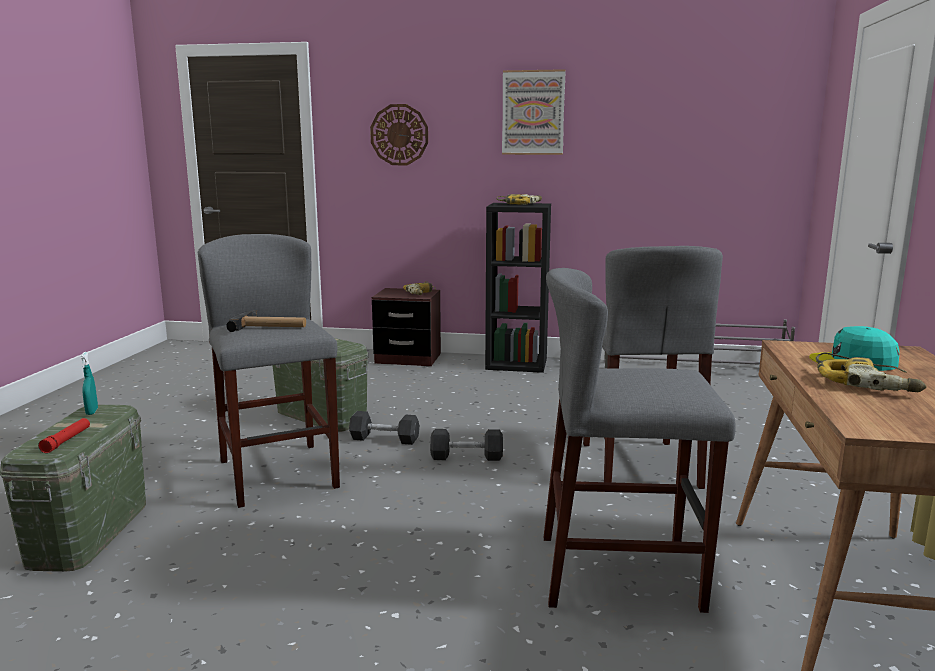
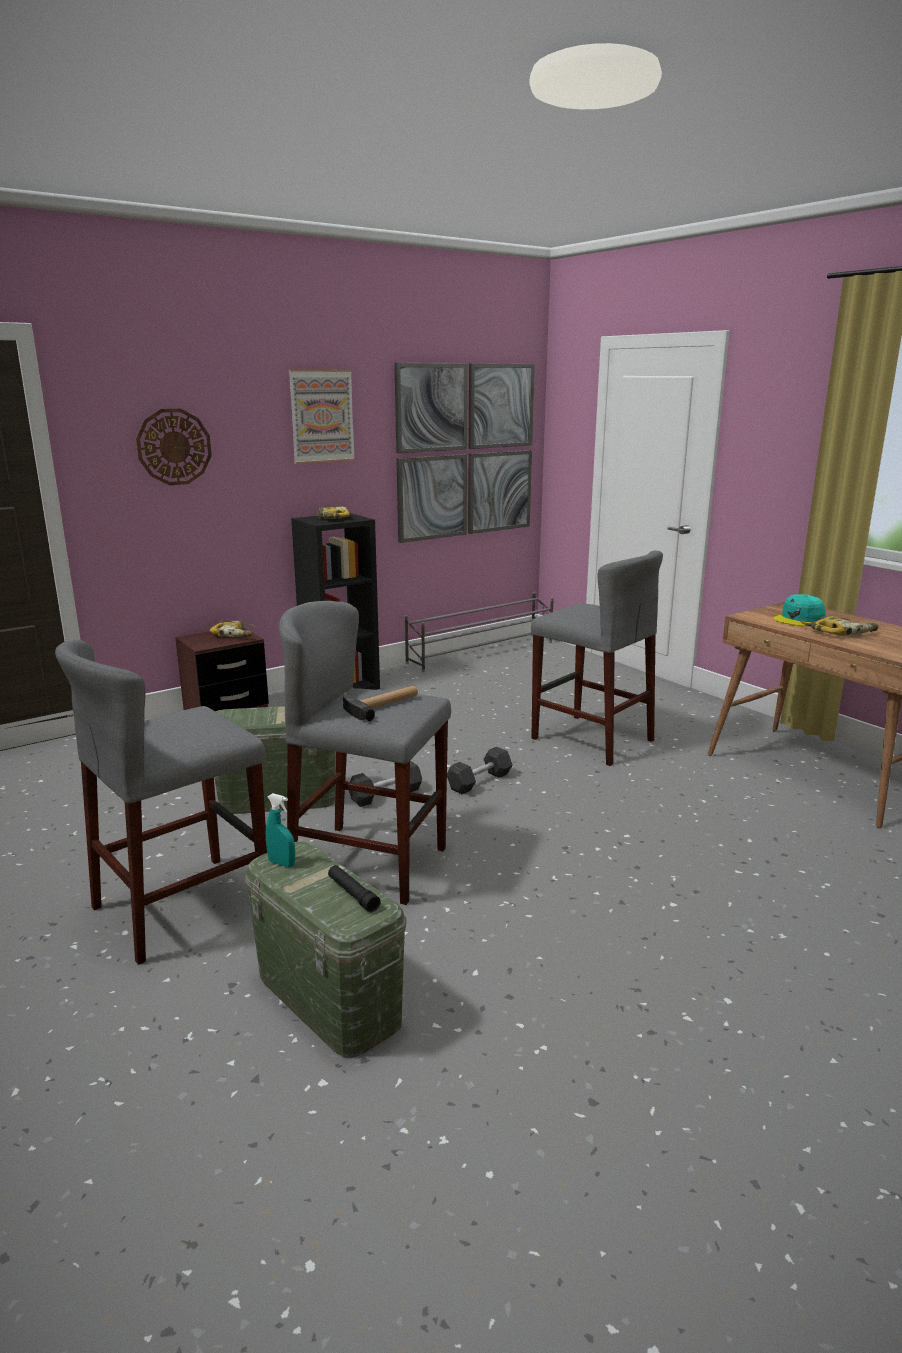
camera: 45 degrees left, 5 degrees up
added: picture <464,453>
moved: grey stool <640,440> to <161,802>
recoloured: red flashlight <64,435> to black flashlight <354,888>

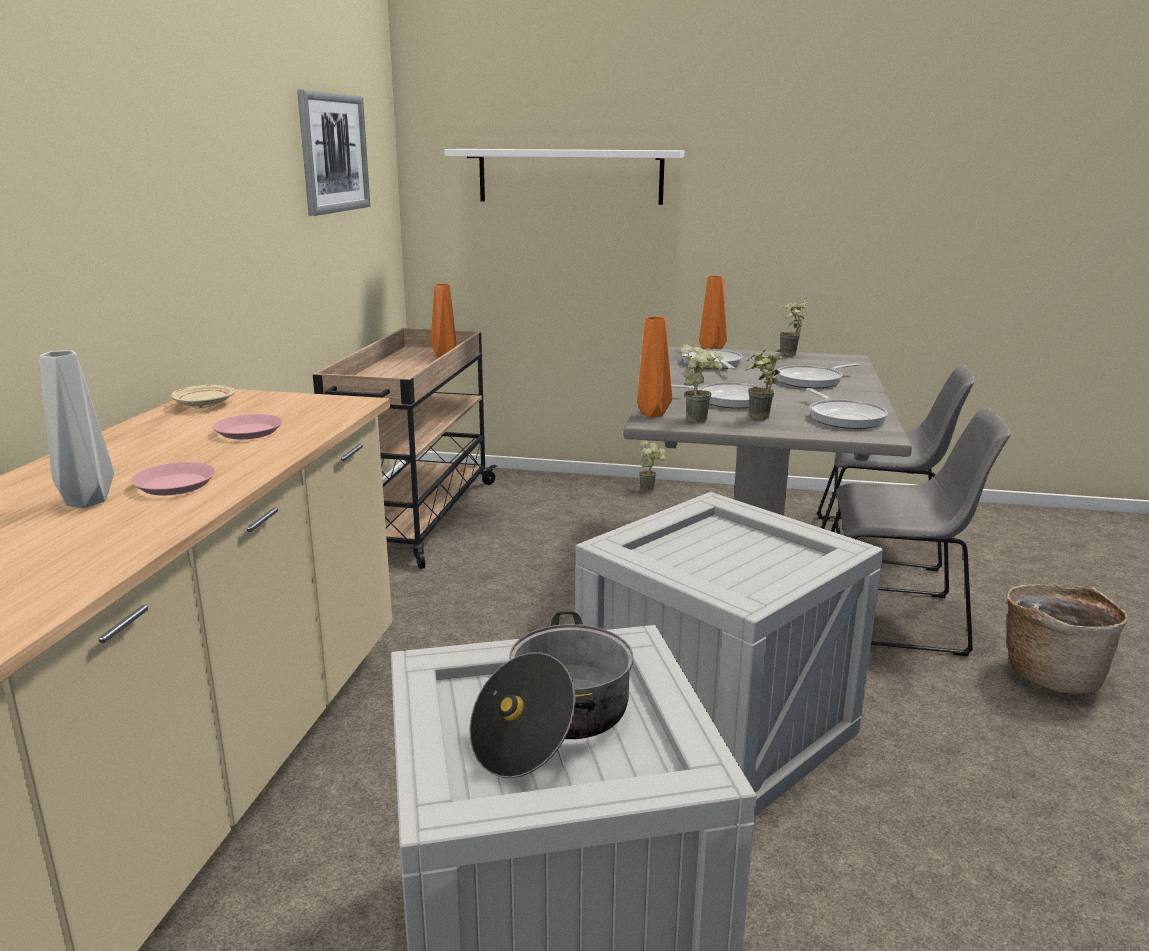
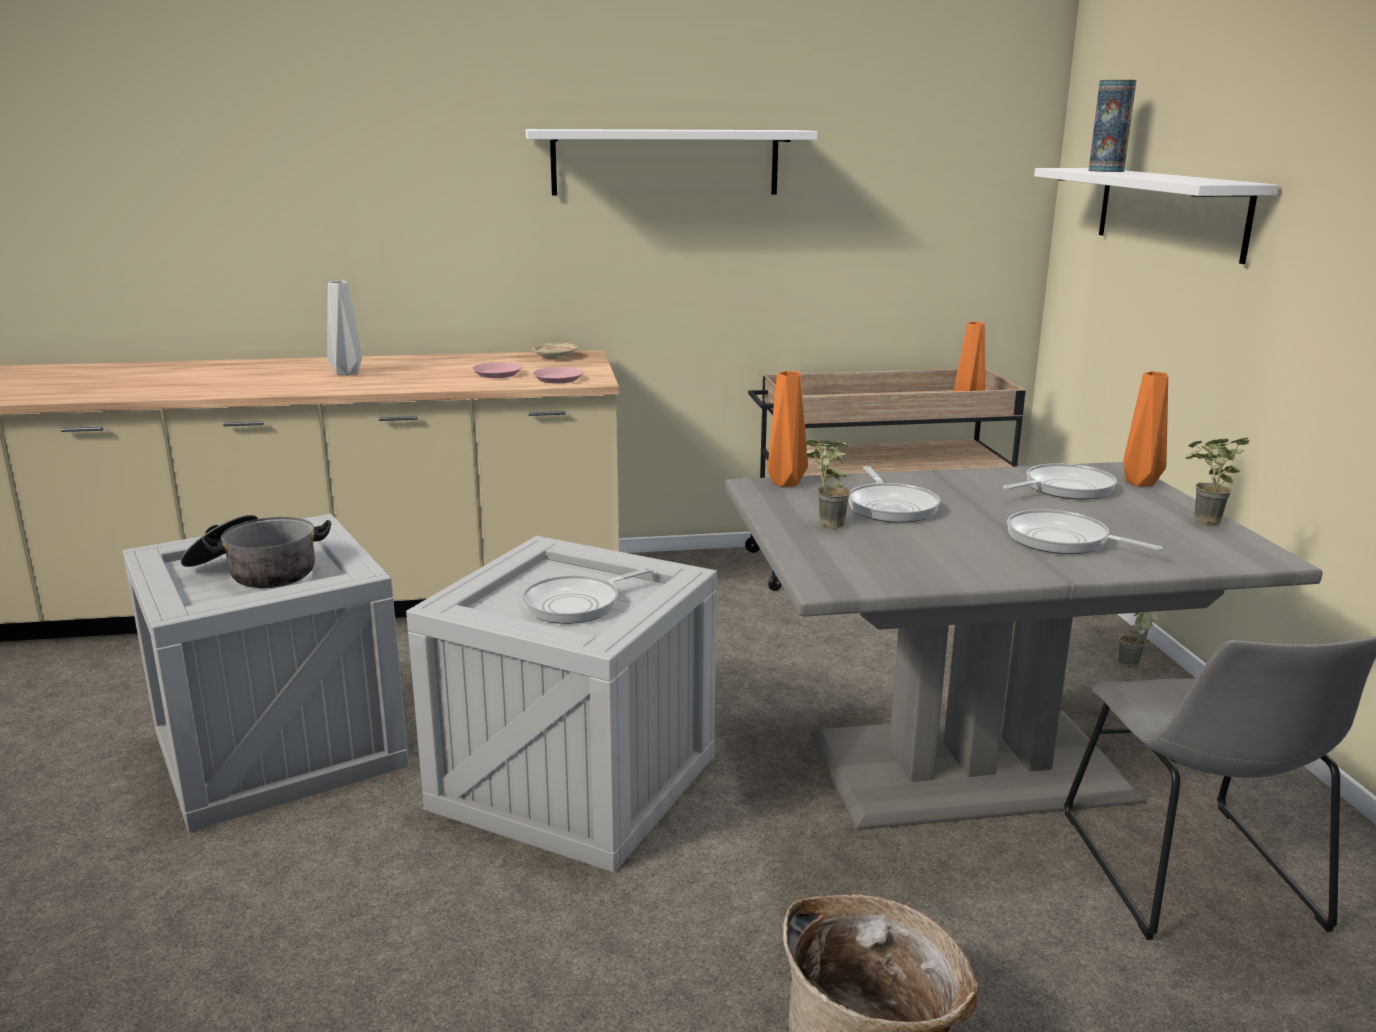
camera: 70 degrees right, 0 degrees up
removed: picture <333,153>; potted plant <701,383>; grey chair <921,531>
added: white shelf <672,162>; vase <1112,126>
moved: pink plate <173,478> to <558,375>; frying pan <847,408> to <587,596>

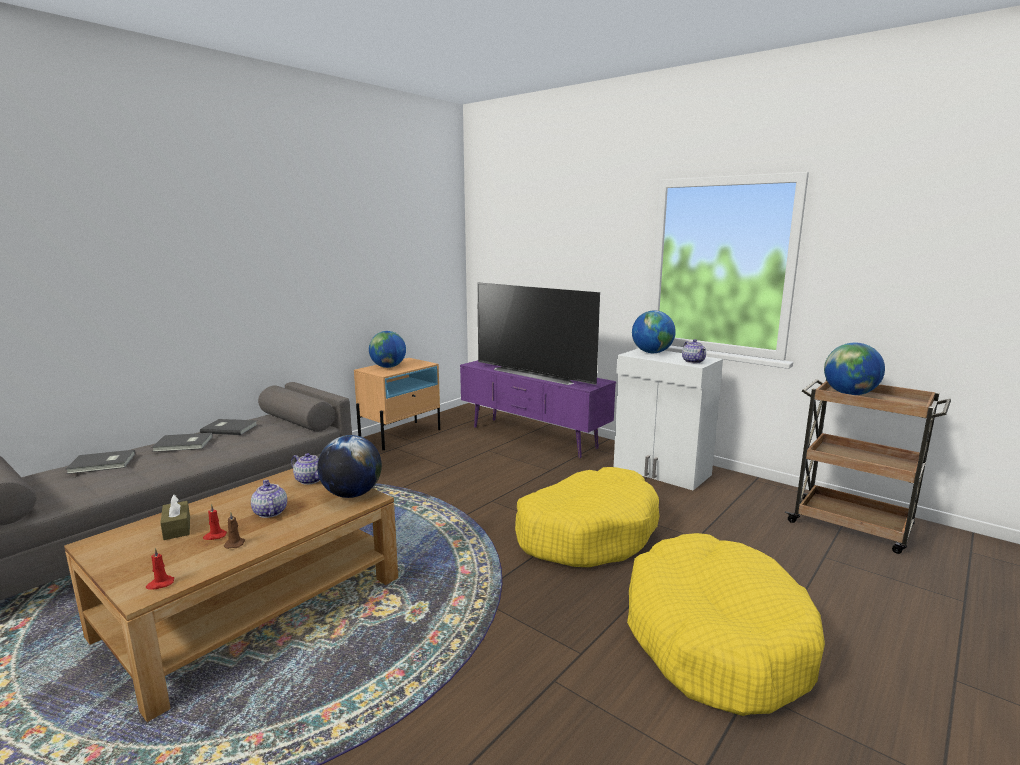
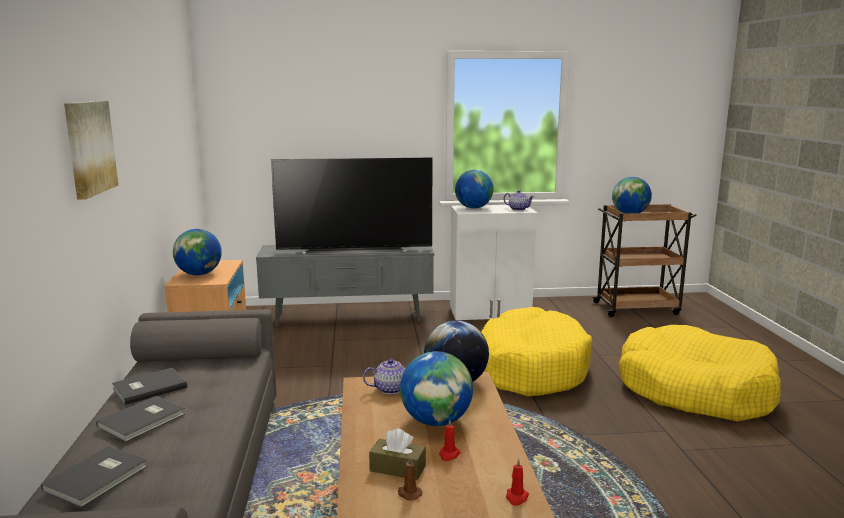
camera: 45 degrees left, 0 degrees up
added: picture <91,150>
moved: brown candle <234,530> to <410,477>
replaced: teapot <269,499> to globe <436,388>
recoloured: purple tv stand <538,409> to grey tv stand <345,285>

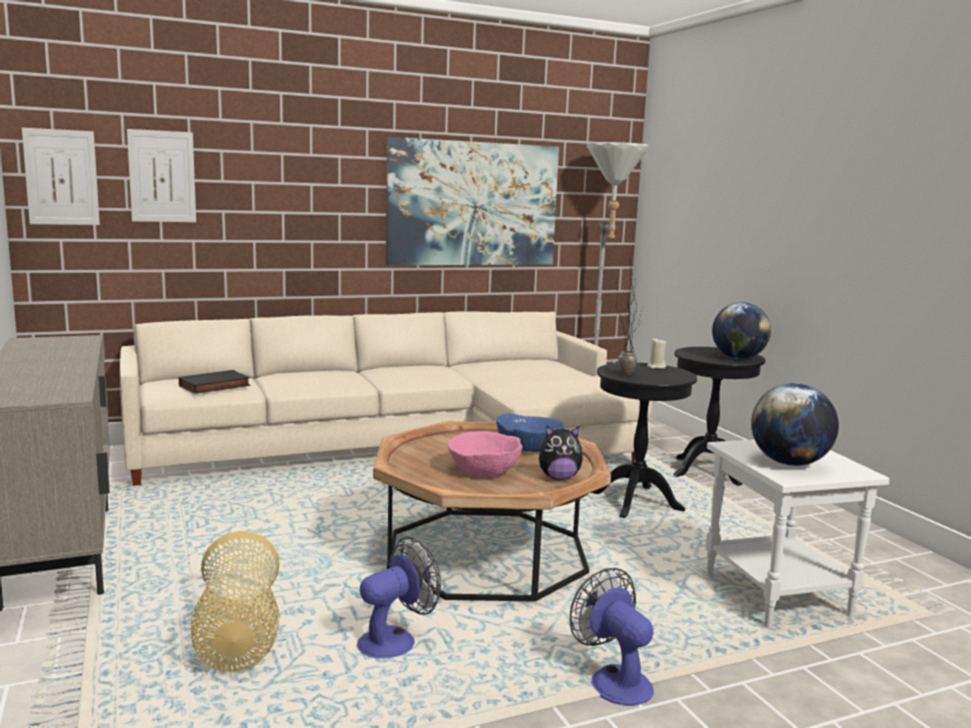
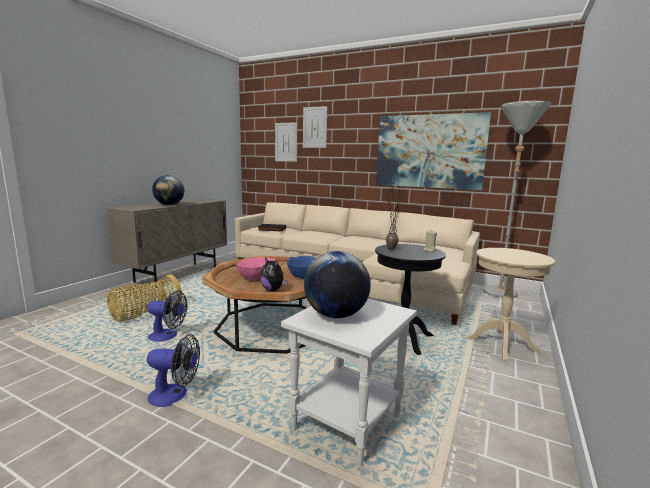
camera: 50 degrees right, 0 degrees up
moved: picture <61,176> to <315,127>; globe <741,330> to <168,190>
recoloured: black side table <719,416> to beige side table <510,304>
turned: fan <612,637> = <173,370> 75 degrees clockwise

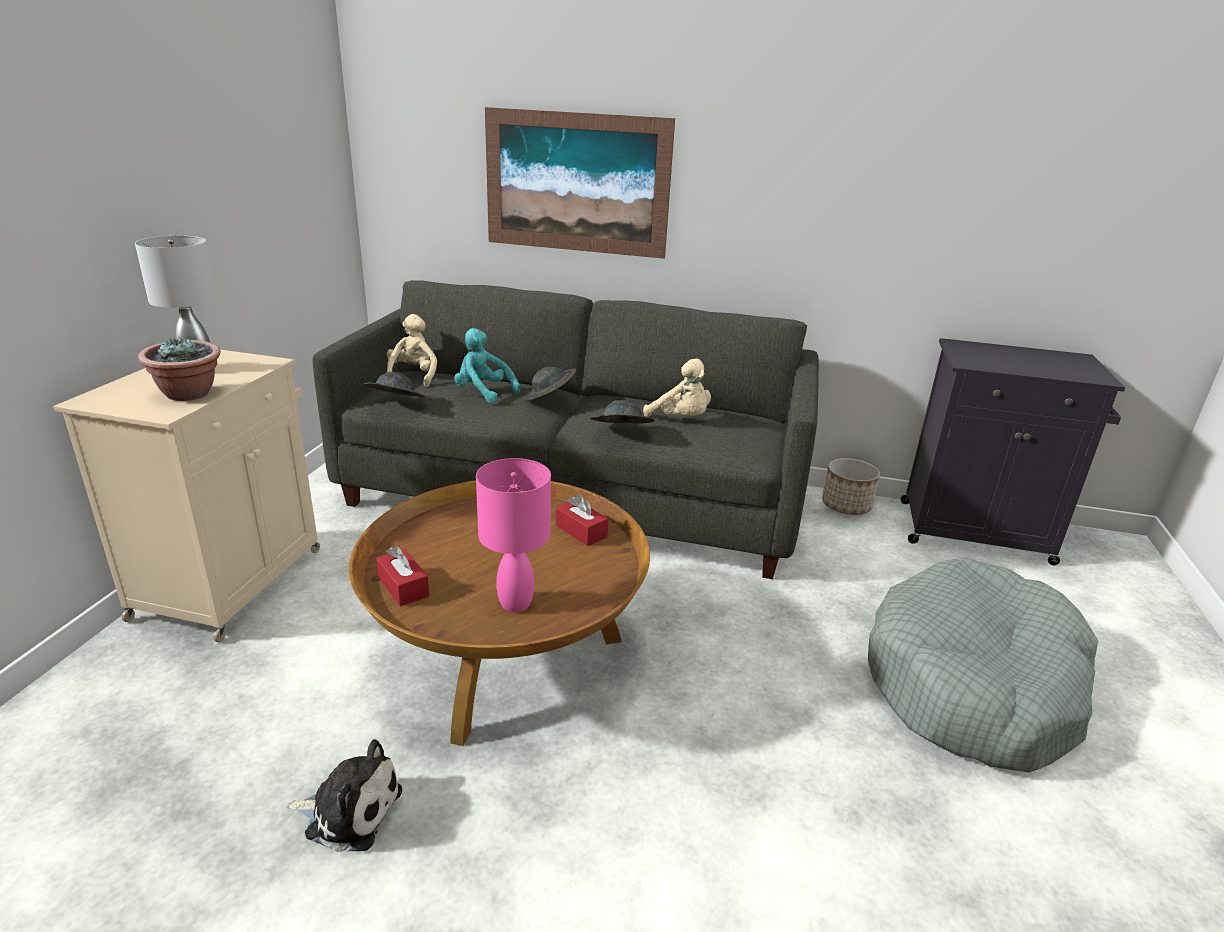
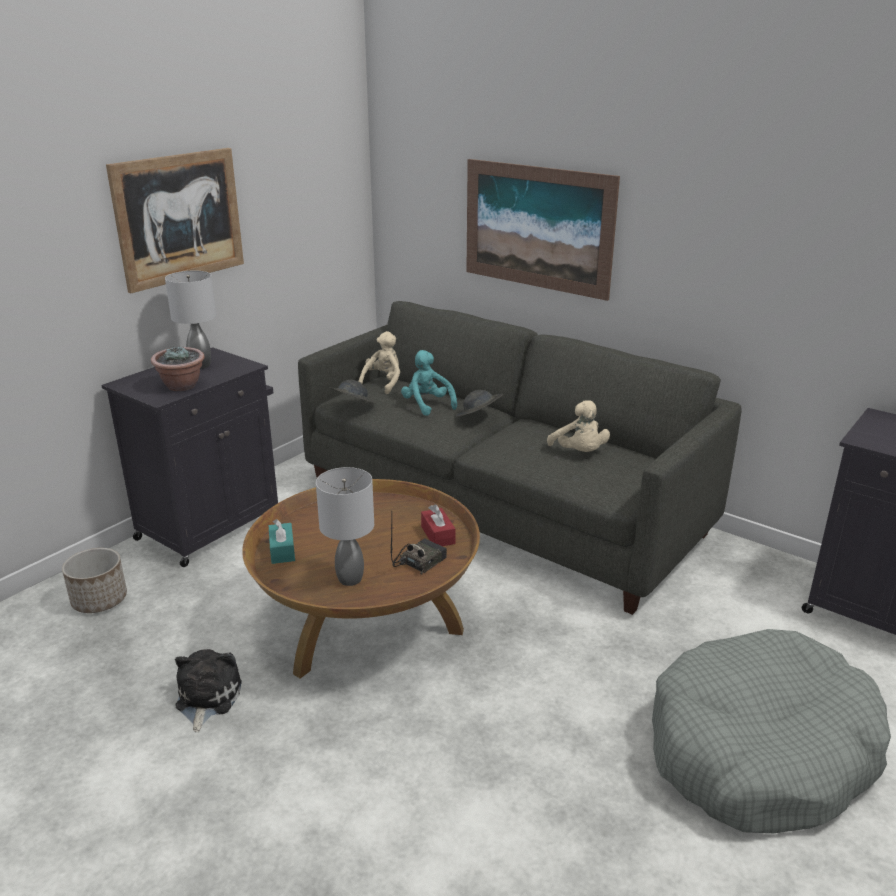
camera: 25 degrees right, 0 degrees up
removed: grey hat <622,411>
added: picture <175,220>; radio <419,545>
moved: planter <851,486> to <94,580>
recoloured: beige cabinet <186,496> to black cabinet <189,457>; red tissue box <402,576> to turquoise tissue box <282,541>; pink table lamp <513,535> to grey table lamp <345,526>
turned: plush toy <344,795> = <208,690> 120 degrees counterclockwise

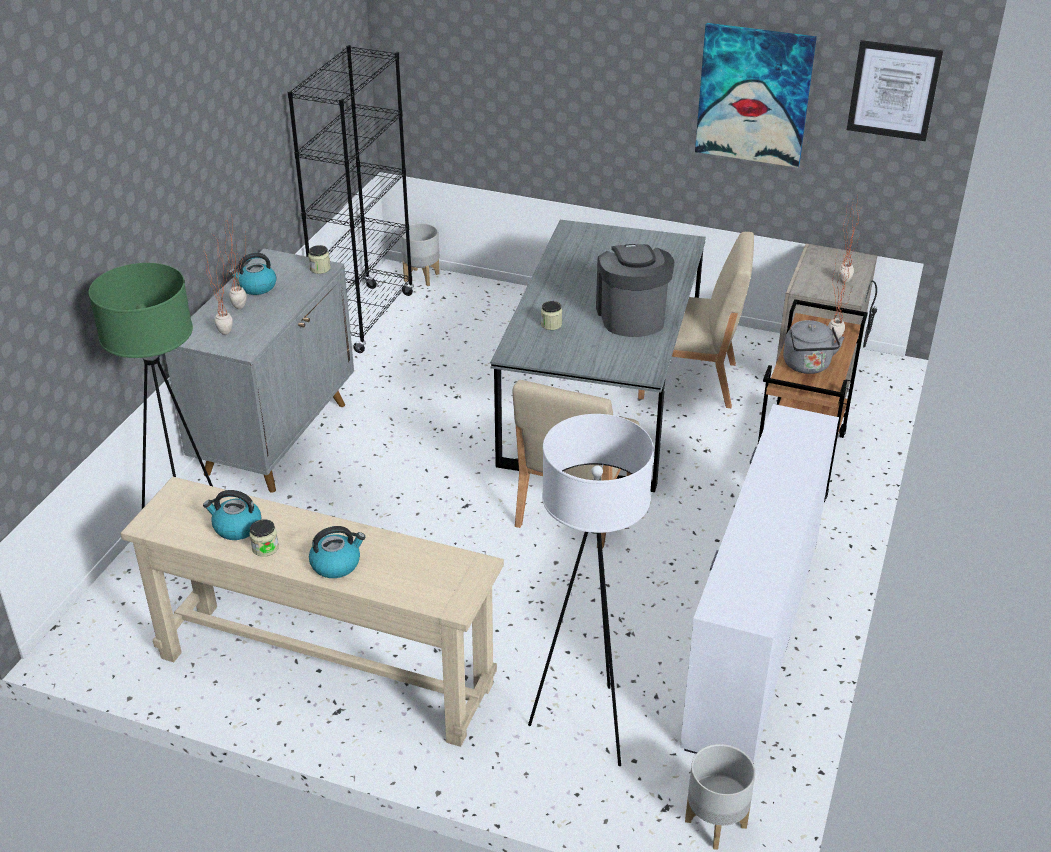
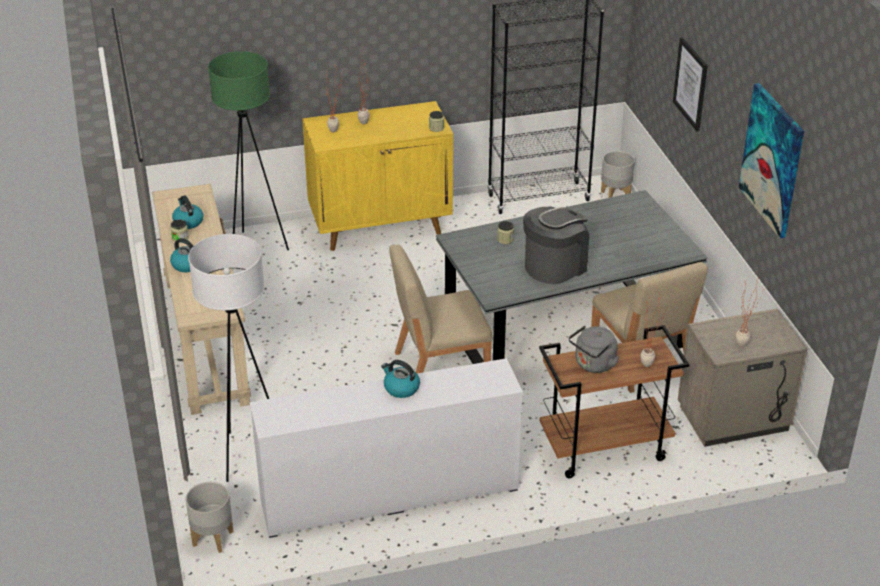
camera: 55 degrees right, 0 degrees up
moved: kettle <252,274> to <400,379>; picture <895,90> to <690,84>
recoloured: grey cabinet <259,371> to yellow cabinet <377,176>

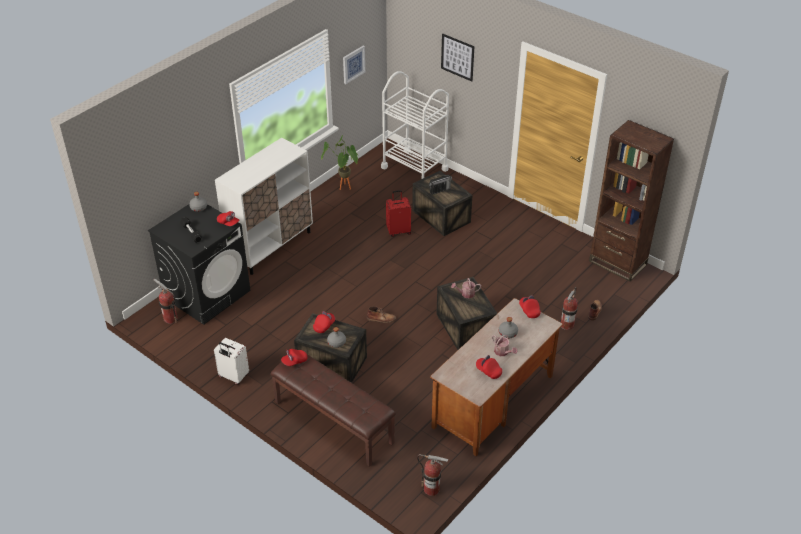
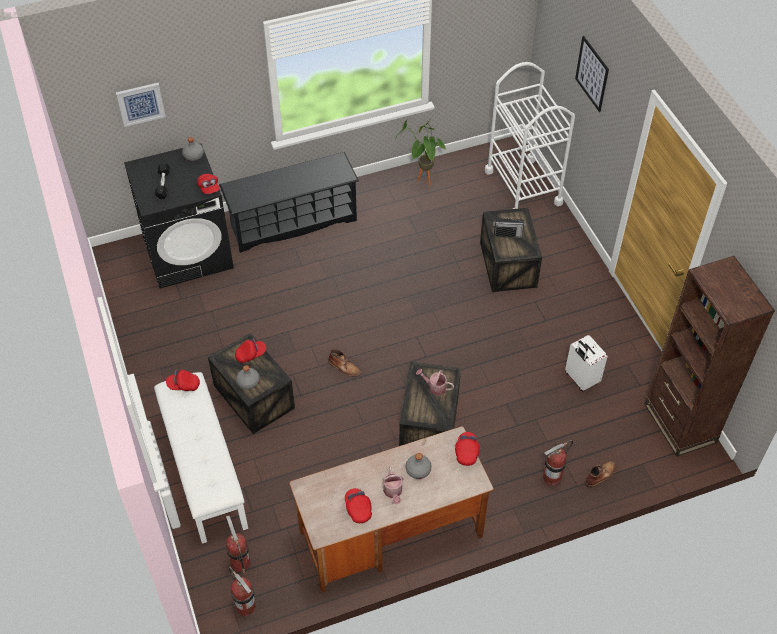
camera: 30 degrees right, 10 degrees up
removed: red suitcase <398,213>
moved: fire extinguisher <165,301> to <238,545>; white suitcase <231,361> to <586,363>; picture <354,65> to <141,105>
replaced: white cabinet <264,206> to black shoe rack <289,202>
recoloured: brown bench <333,410> to white bench <201,458>

